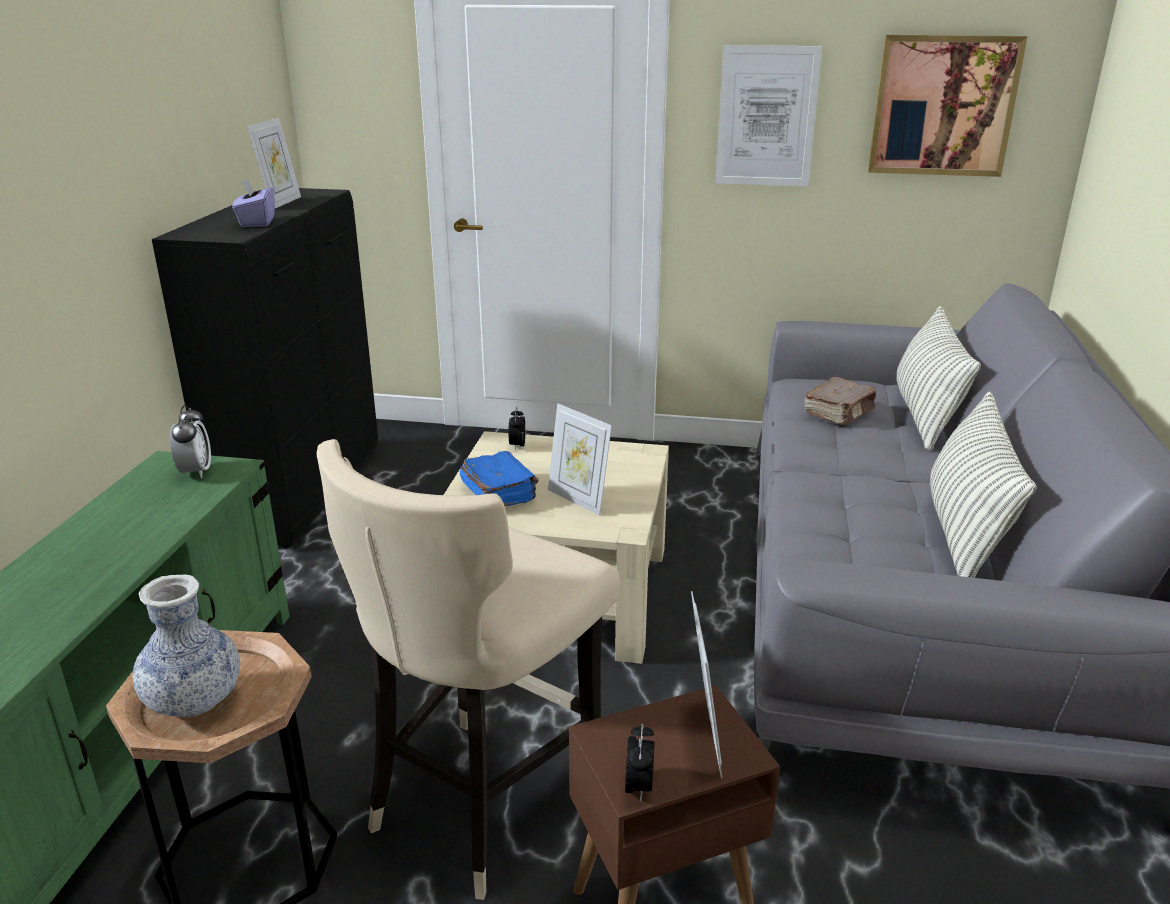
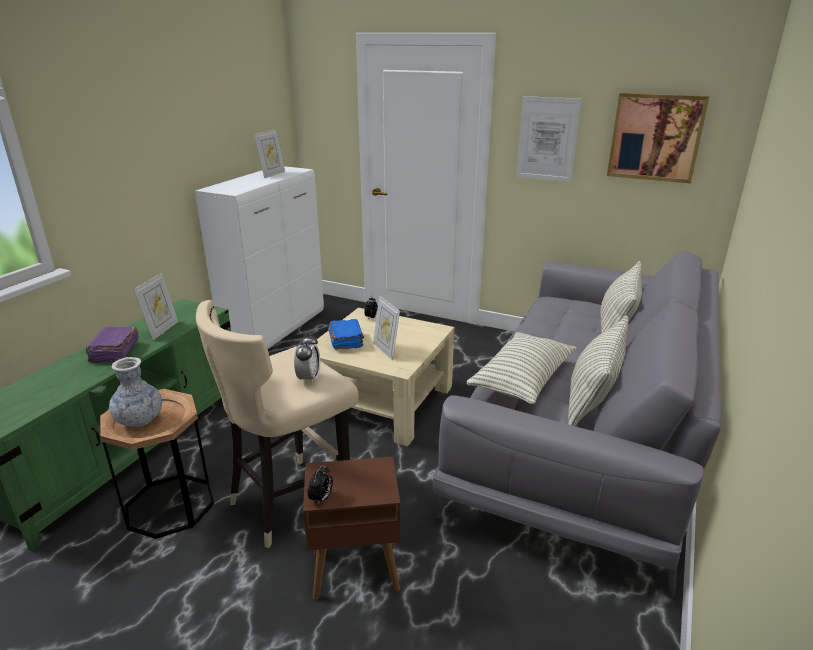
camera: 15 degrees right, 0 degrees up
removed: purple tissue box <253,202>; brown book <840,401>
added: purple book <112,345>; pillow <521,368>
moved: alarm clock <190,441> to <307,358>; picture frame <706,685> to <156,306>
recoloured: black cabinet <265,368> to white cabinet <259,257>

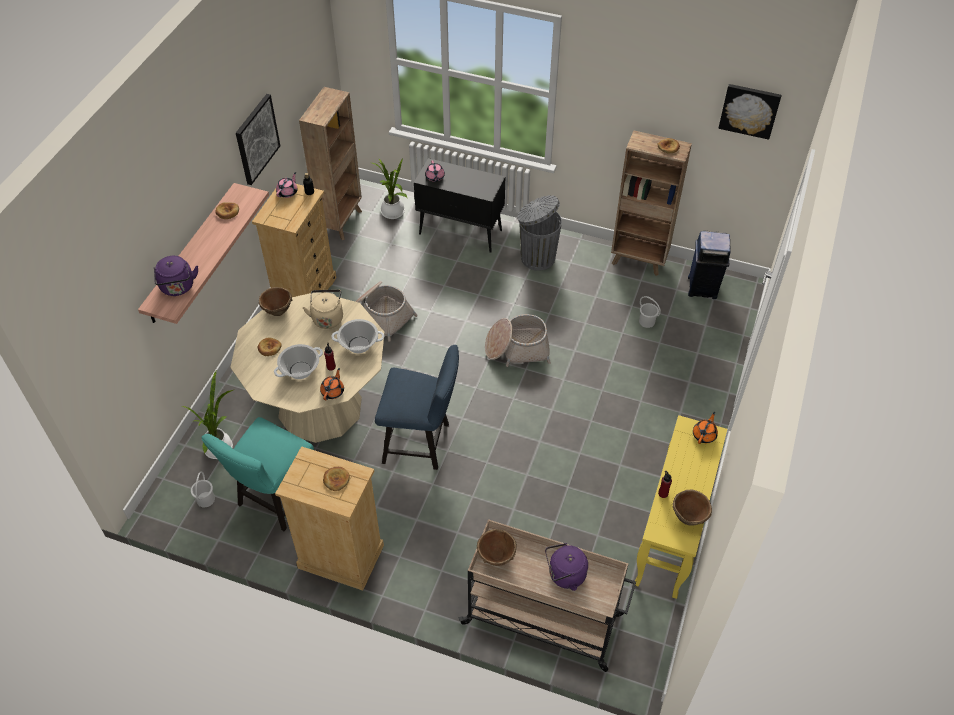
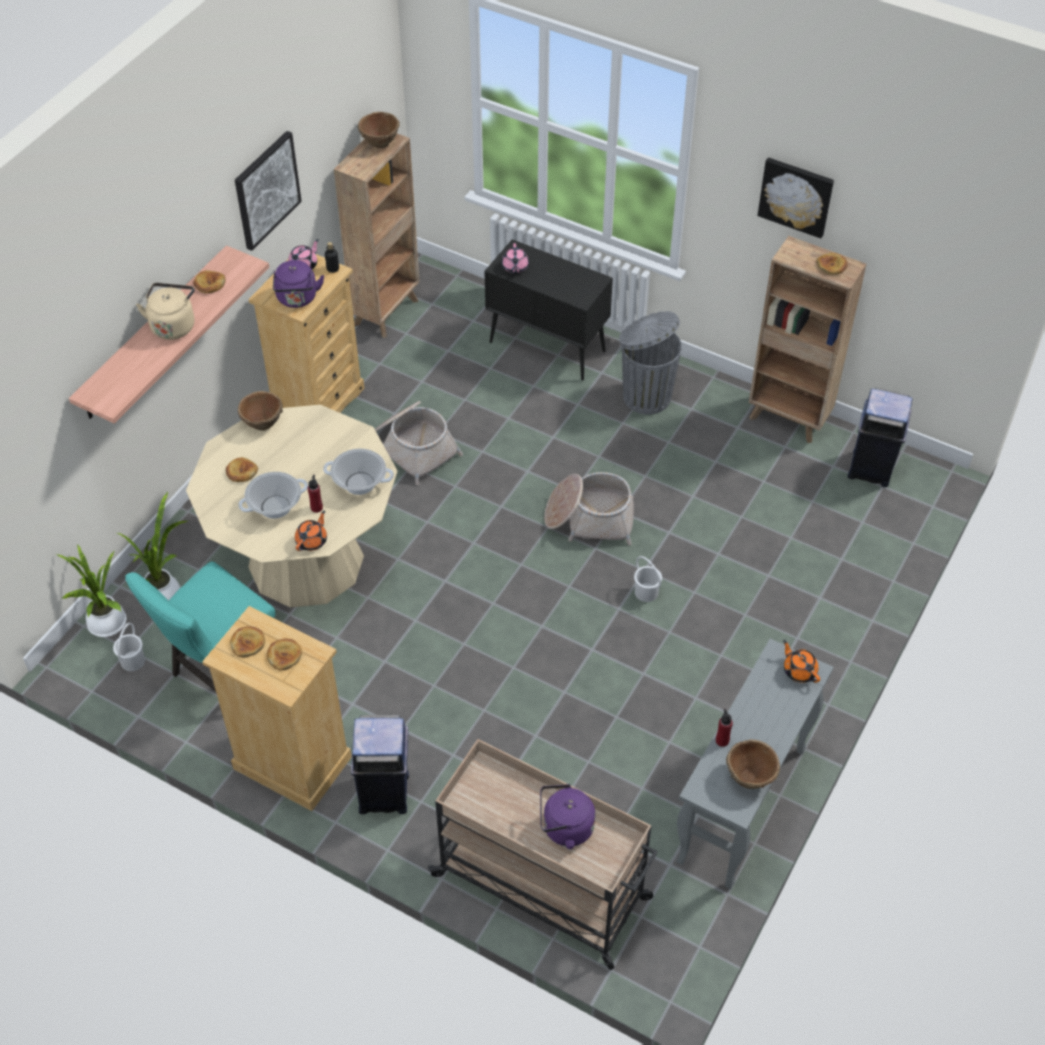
camera: 10 degrees right, 0 degrees up
removed: blue chair <417,407>
added: bread <247,642>; blue trash can <380,764>
moved: purple kettle <176,276> to <298,284>; beige kettle <323,309> to <165,311>; potted plant <388,188> to <91,590>; brown bowl <497,547> to <379,130>; white bucket <650,312> to <648,579>; picture <750,112> to <796,197>
recoloured: yellow console table <681,507> to grey console table <755,764>
turned: orange teapot <705,428> = <801,661> 75 degrees counterclockwise

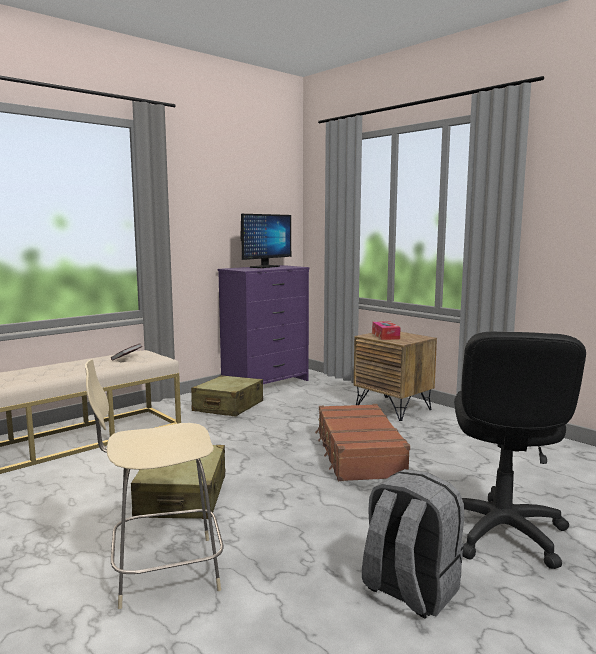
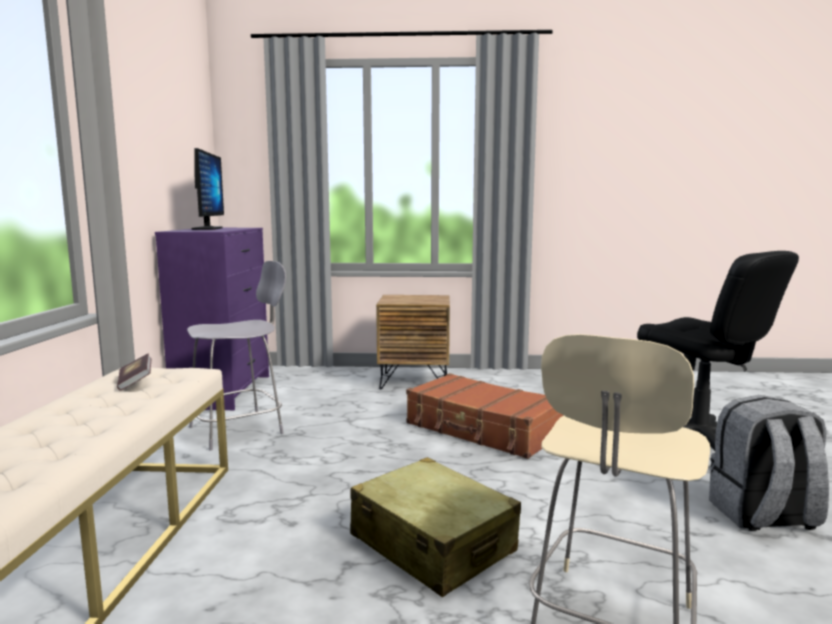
camera: 45 degrees left, 0 degrees up
removed: tissue box <386,330>
replaced: beige suitcase <227,395> to grey chair <236,355>

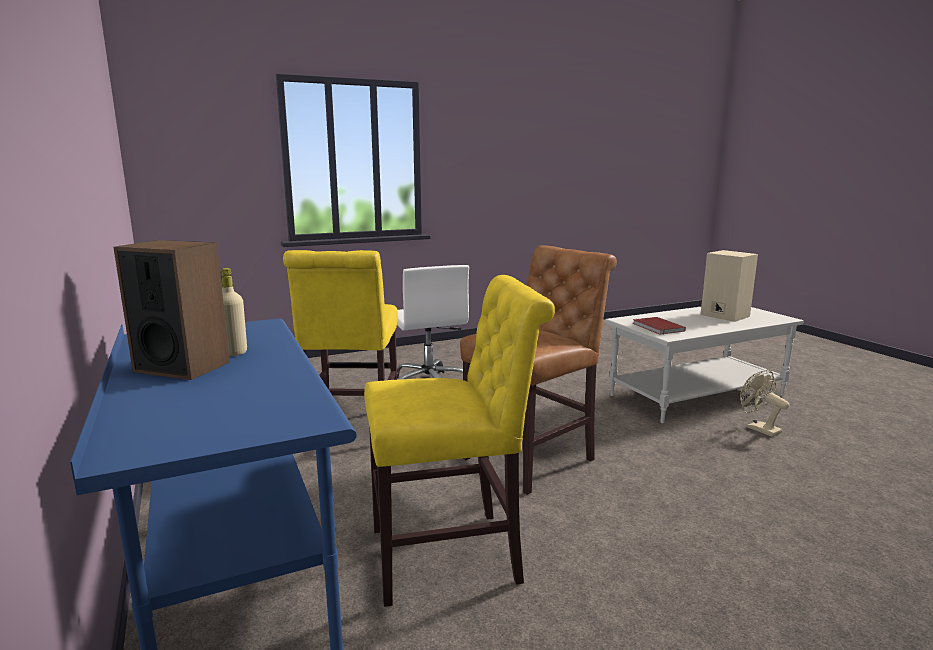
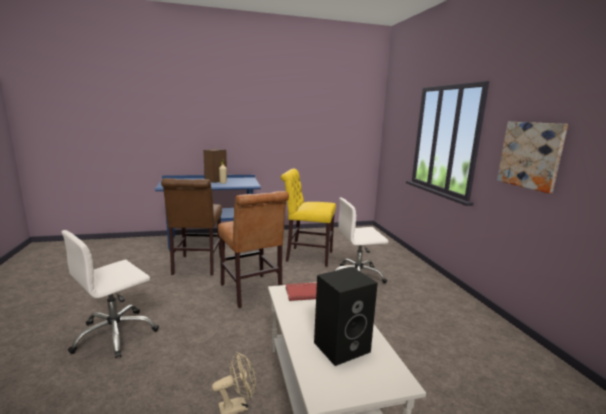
camera: 100 degrees right, 0 degrees up
added: white office chair <110,294>; picture <532,157>
recoloured: yellow chair <459,441> to brown chair <191,227>; beige speaker <729,286> to black speaker <346,316>

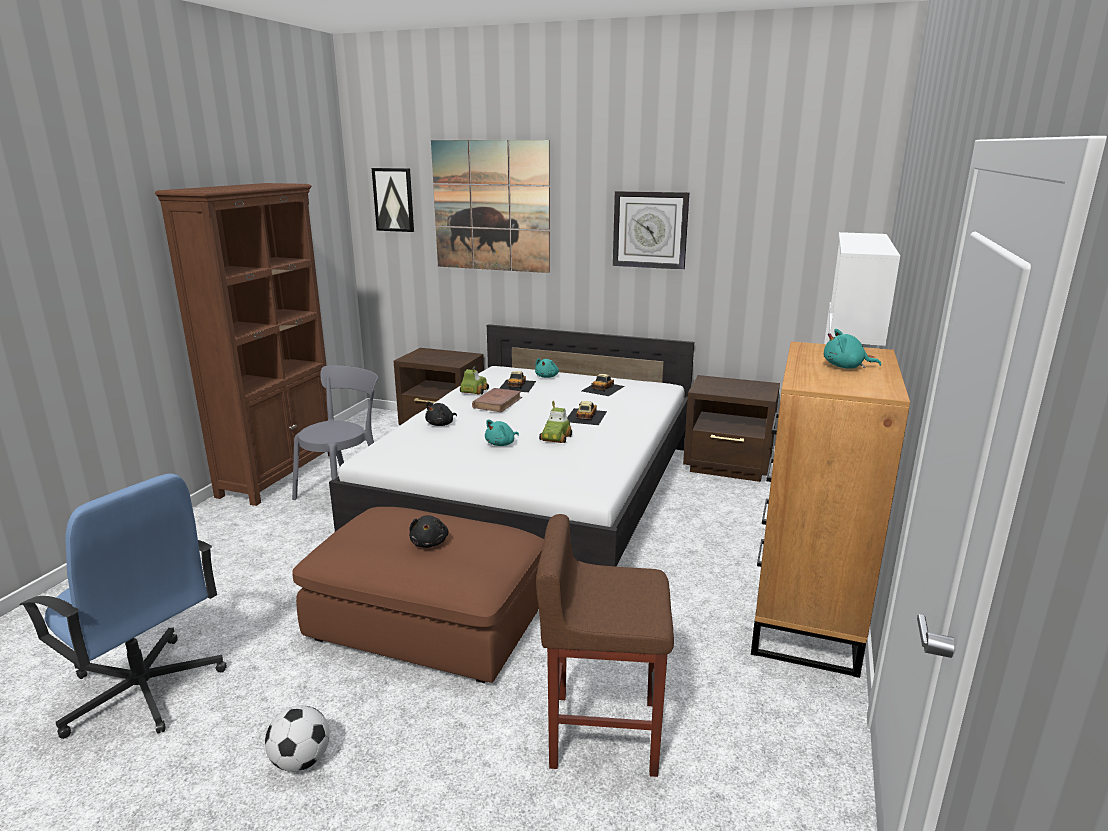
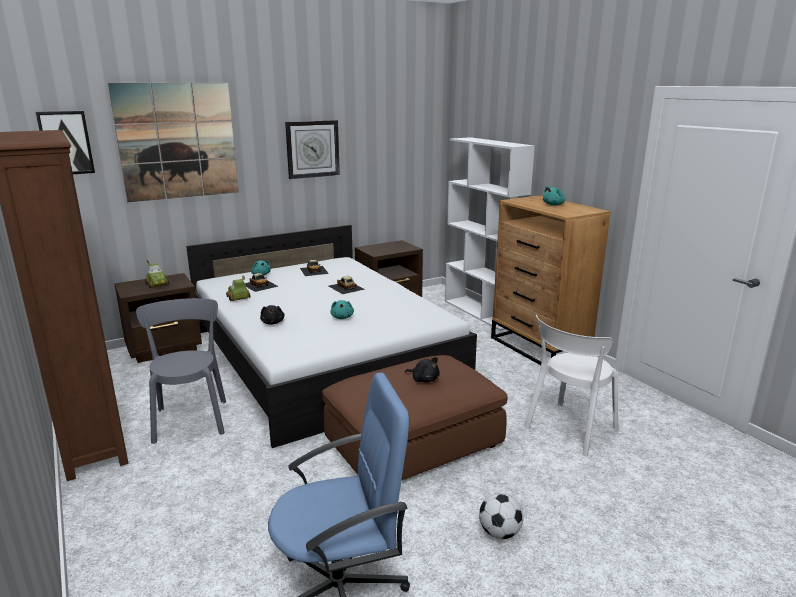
camera: 50 degrees left, 0 degrees up
removed: brown book <497,400>
moved: toy car <555,422> to <157,274>
replaced: brown stool <605,645> to white chair <571,385>

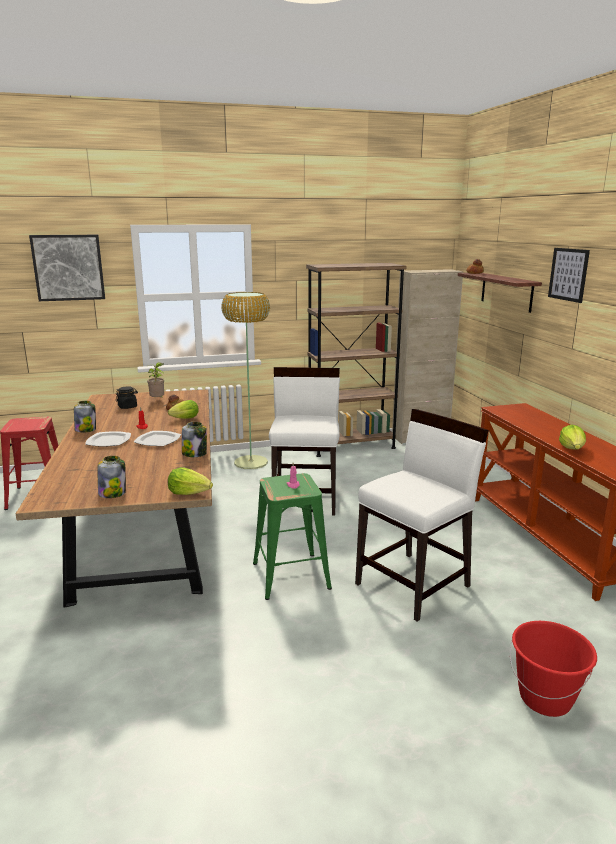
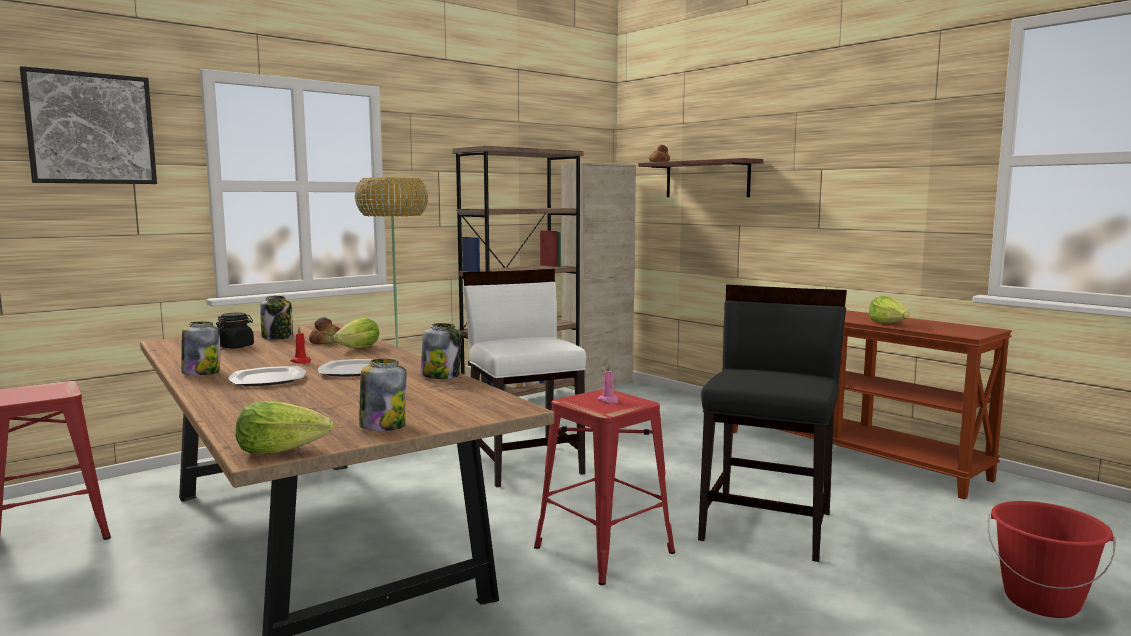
camera: 25 degrees left, 10 degrees down
removed: picture <569,275>
moved: lettuce <190,481> to <285,427>
replaced: potted plant <155,379> to jar <276,318>
recoloured: green stool <292,536> to red stool <604,487>; white chair <422,515> to black chair <772,423>

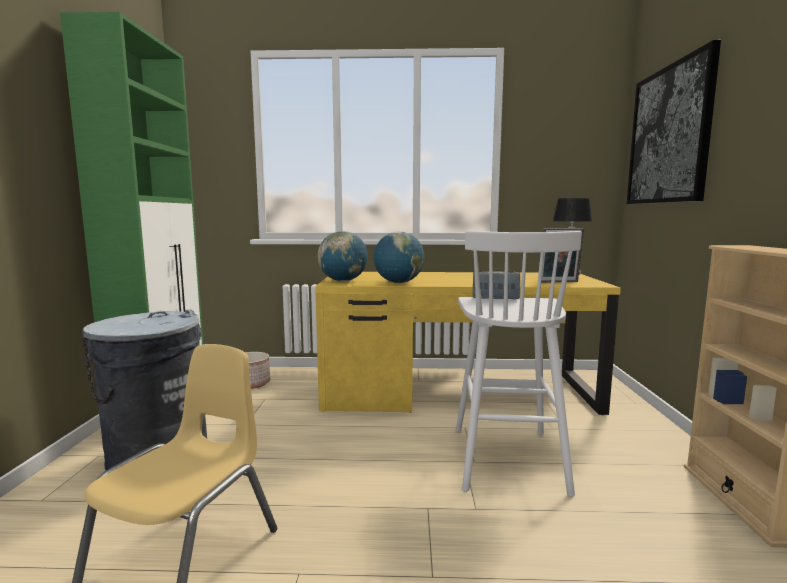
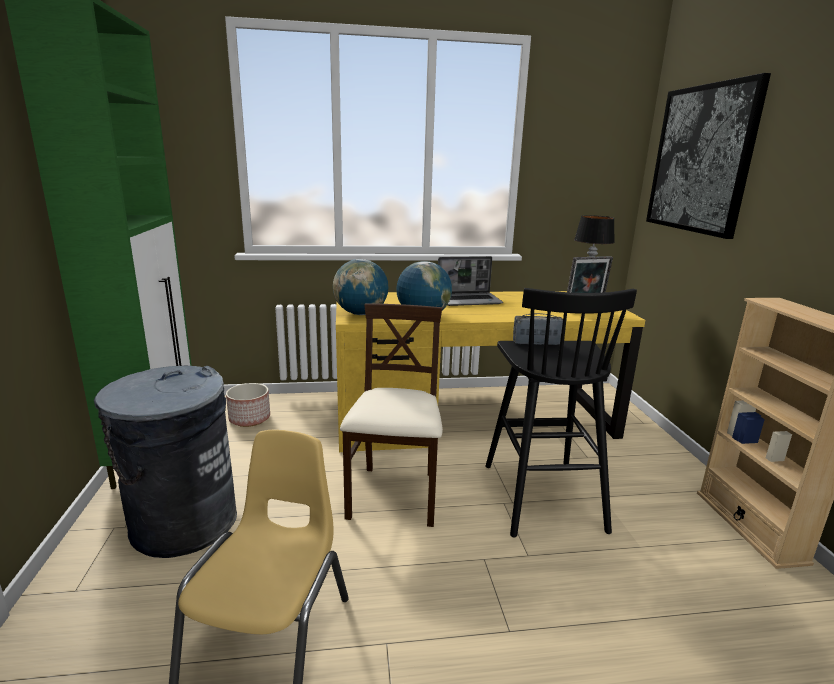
camera: 10 degrees left, 10 degrees up
added: beige chair <391,415>; laptop <470,281>
recoloured: white stool <519,364> to black stool <561,412>

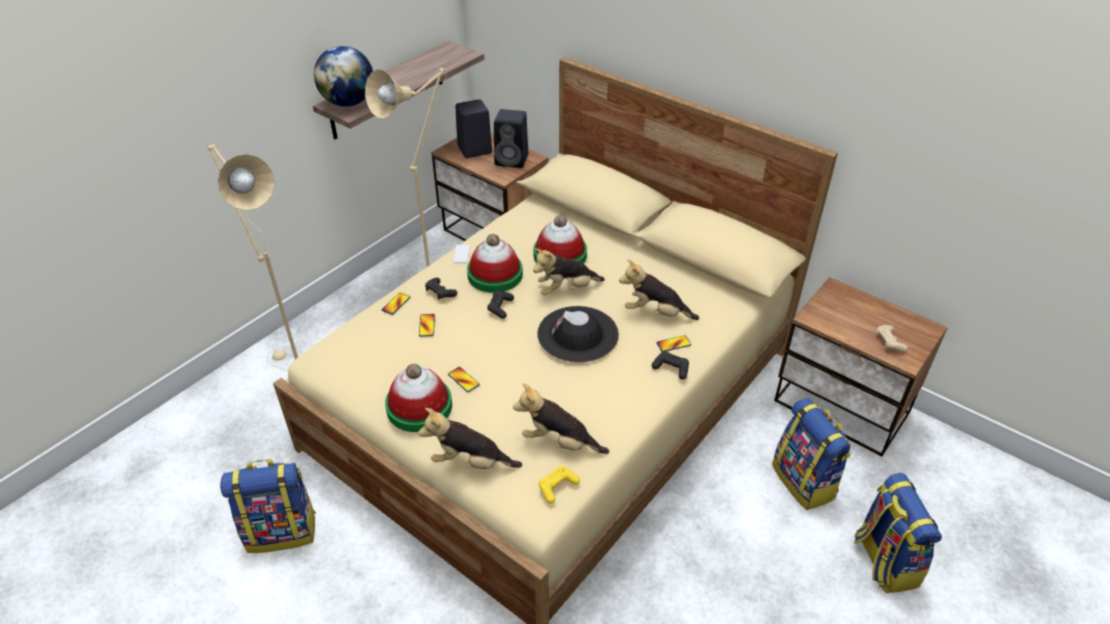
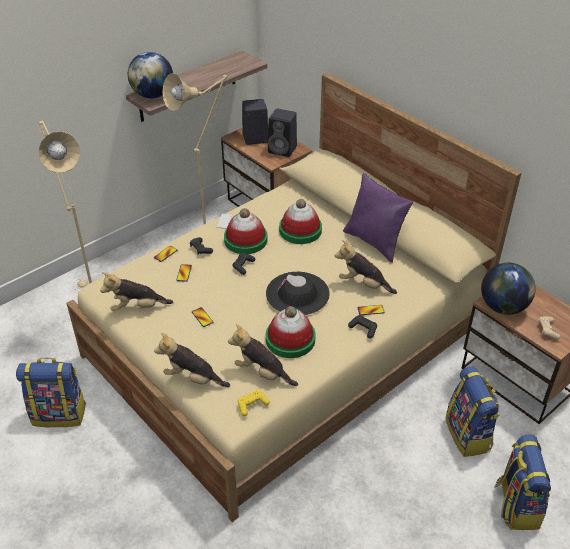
camera: 10 degrees right, 0 degrees up
added: purple pillow <378,218>; globe <508,289>
moved: hat <418,398> to <291,332>; plush toy <569,271> to <136,291>

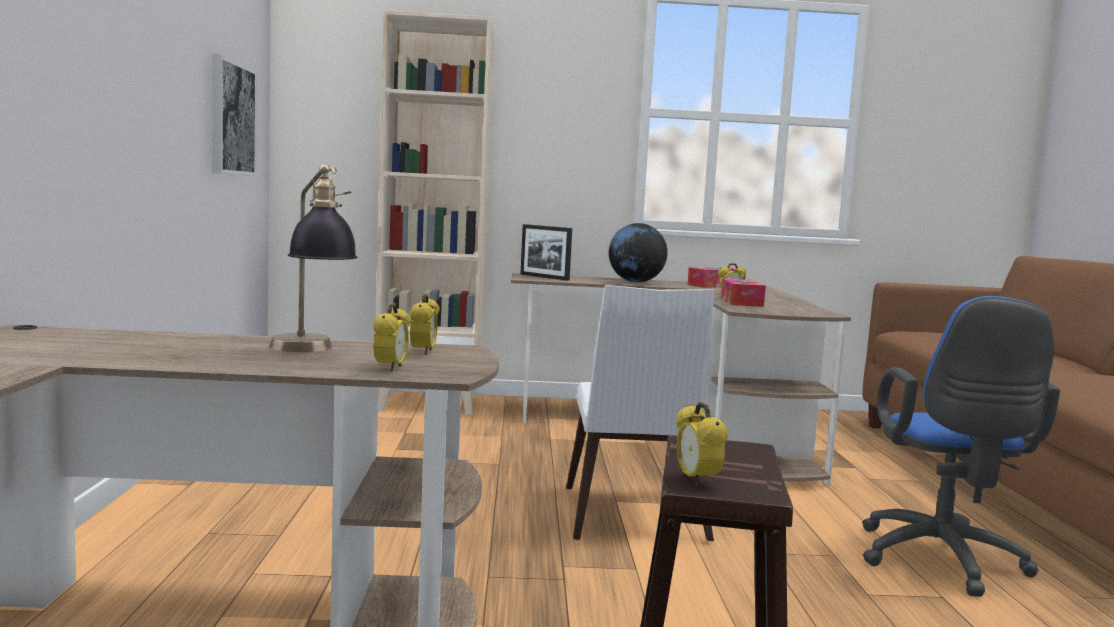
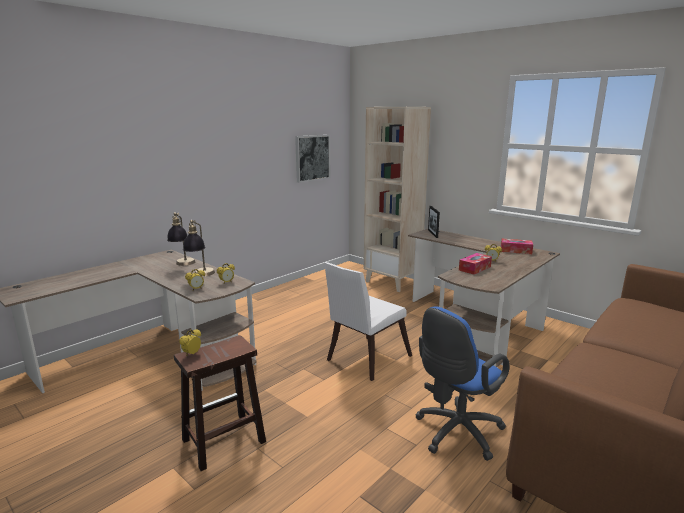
camera: 45 degrees right, 10 degrees up
removed: globe <638,252>
added: table lamp <181,239>

